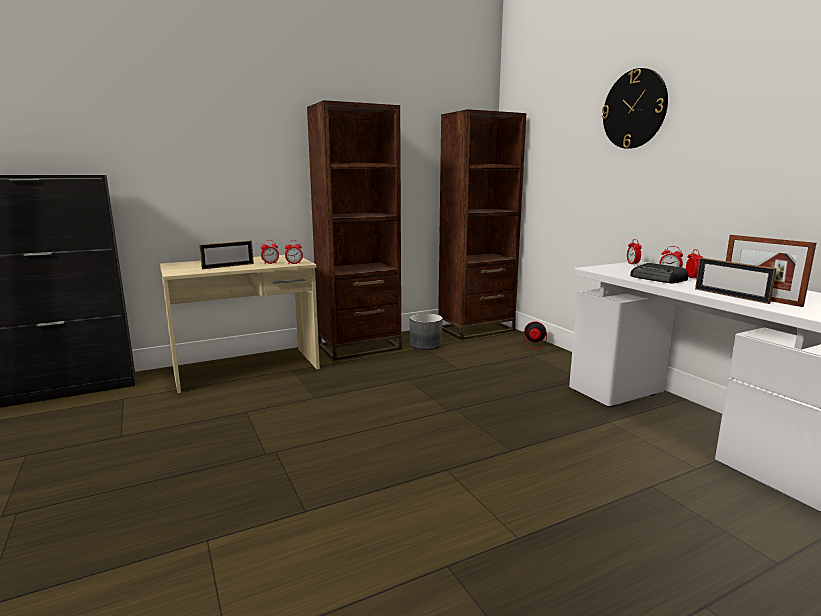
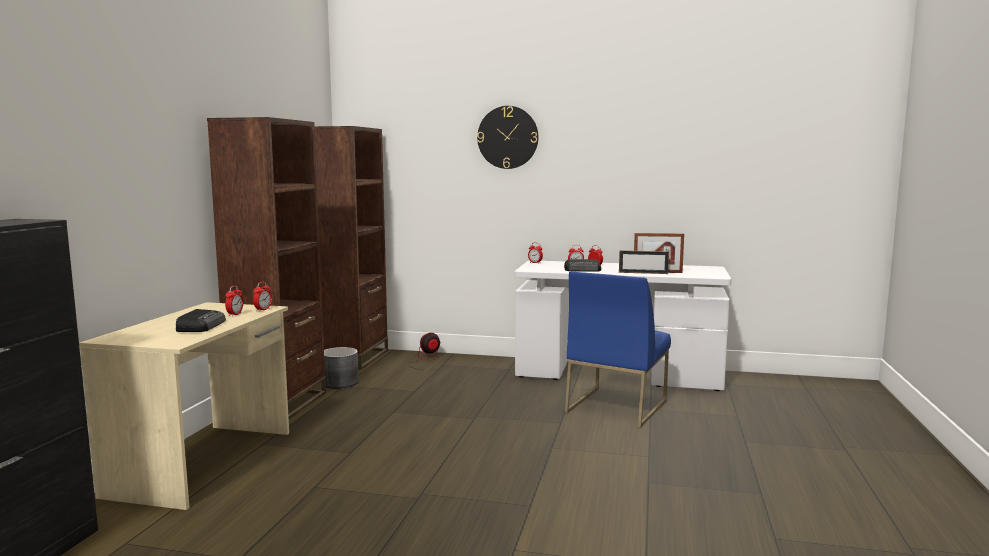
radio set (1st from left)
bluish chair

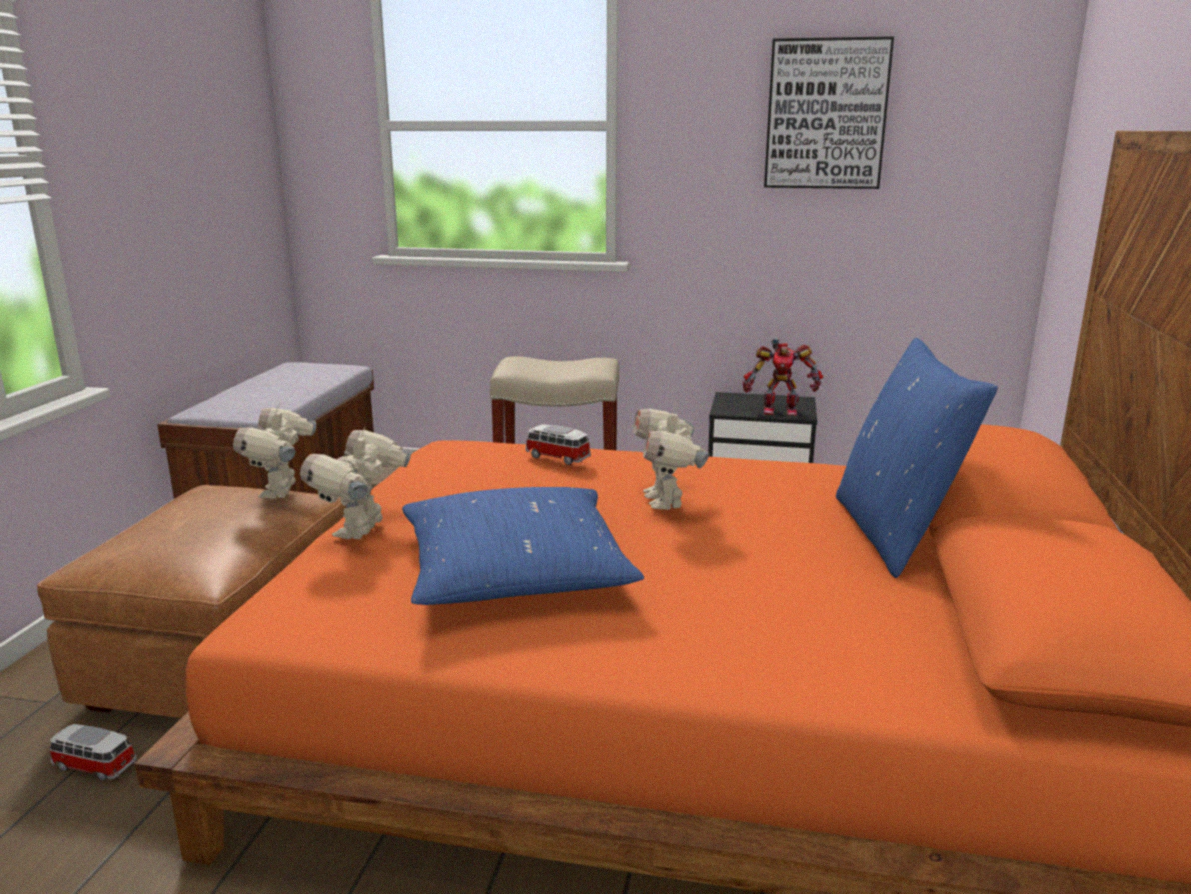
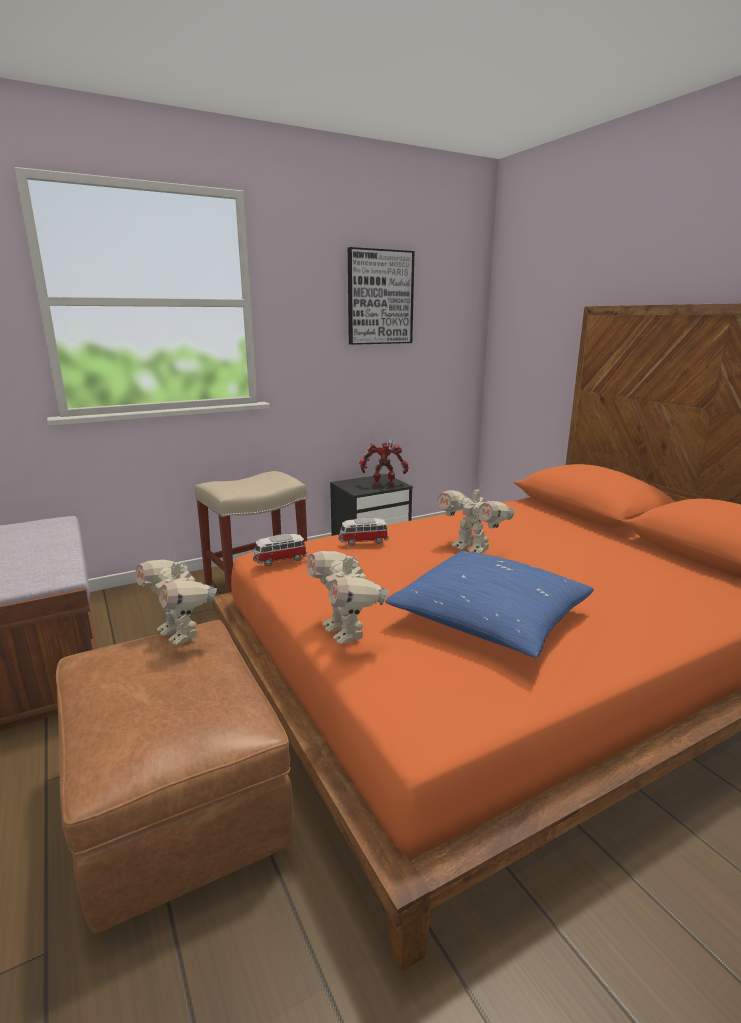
model car (1st from left)
model robot (3rd from left)
bluish pillow (2nd from left in the first image)

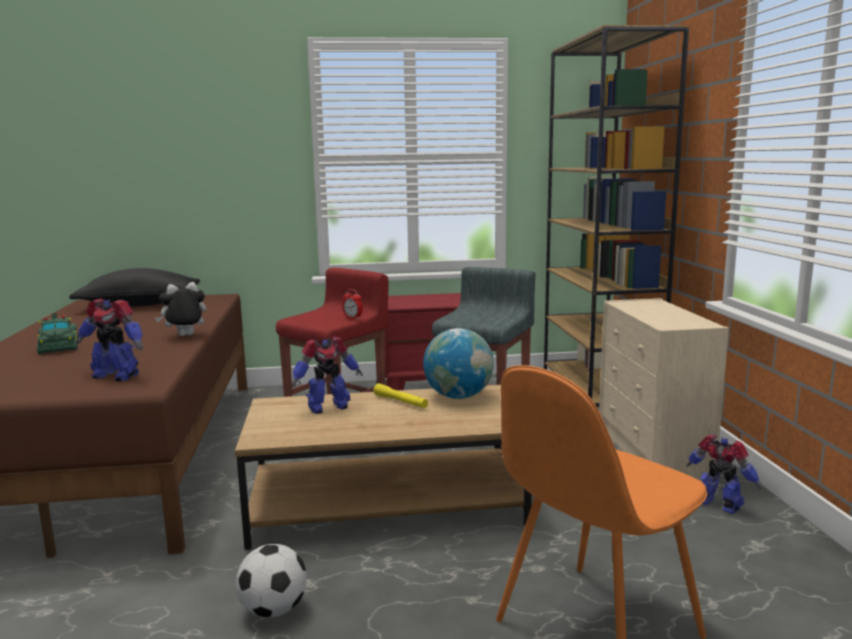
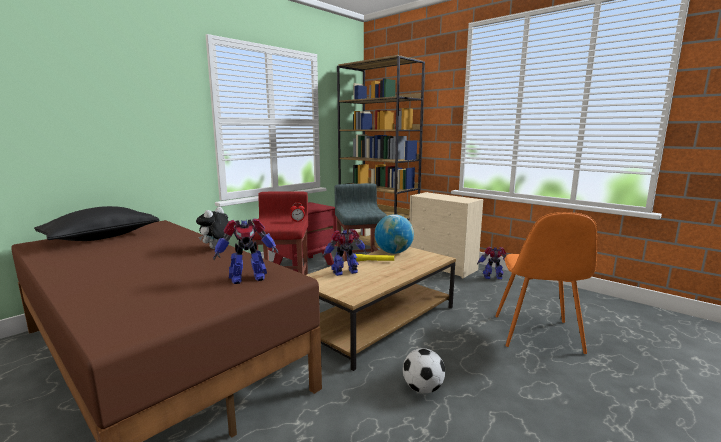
model robot (2nd from left)
green model car

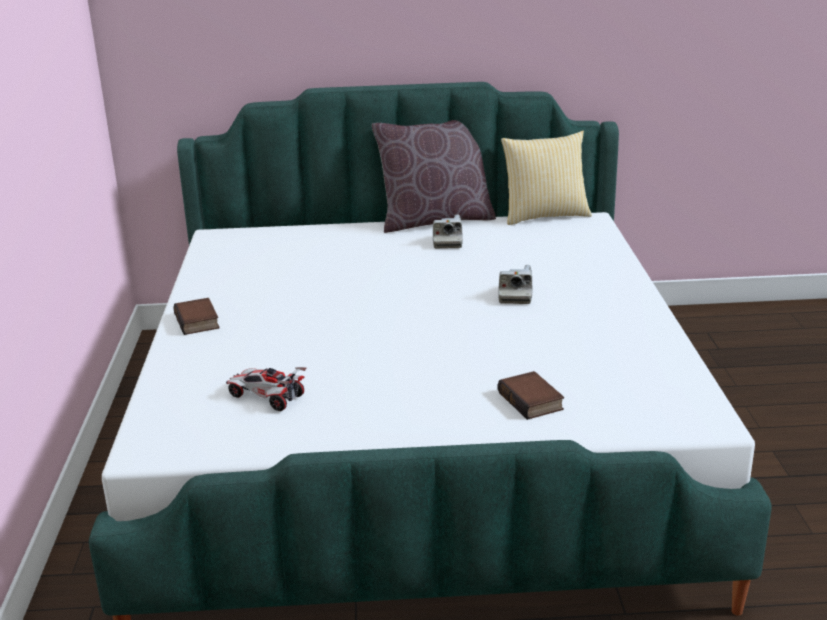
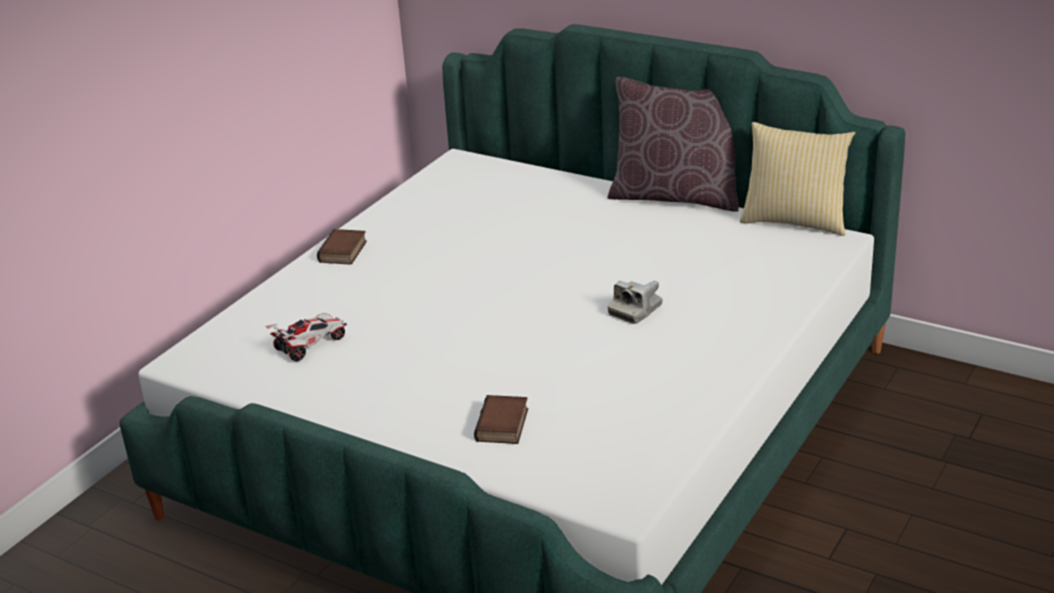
model car
photo camera (1st from left in the first image)

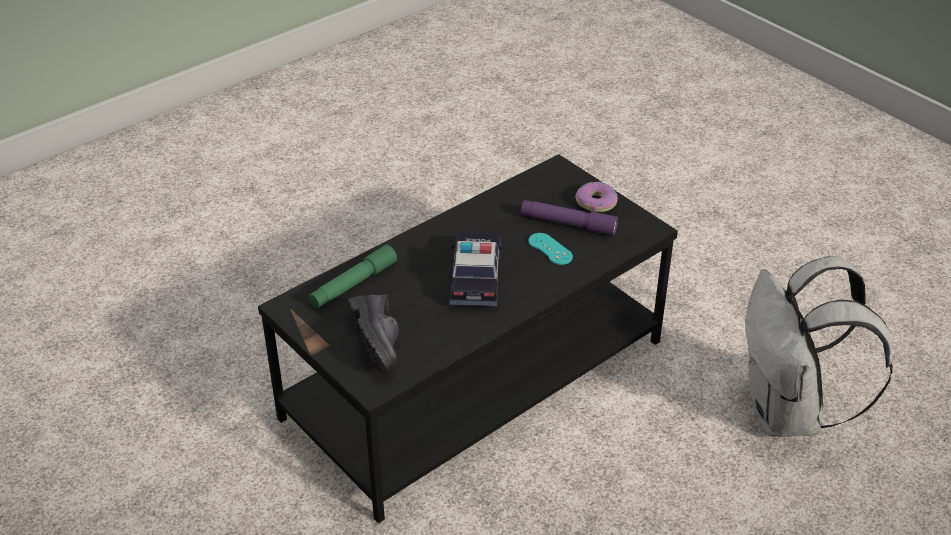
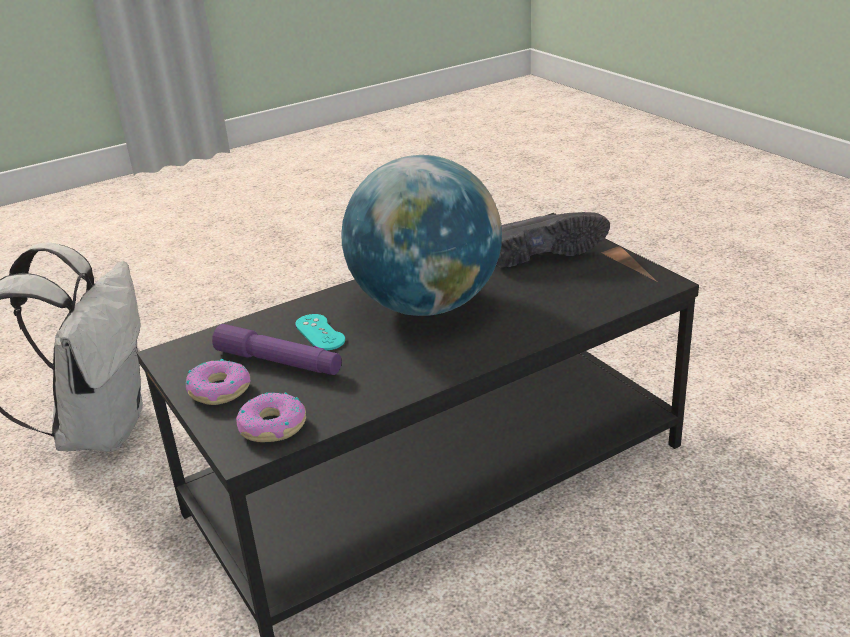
doughnut (2nd from left)
globe
black-coloured low shoe
green flashlight

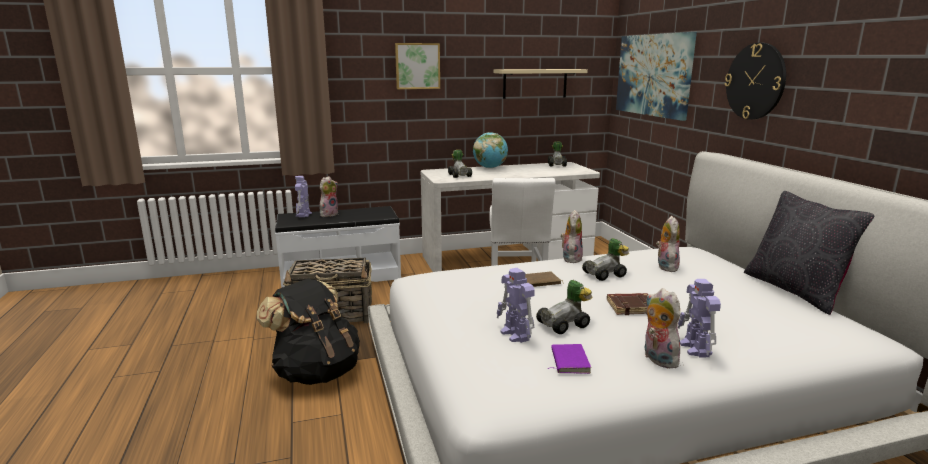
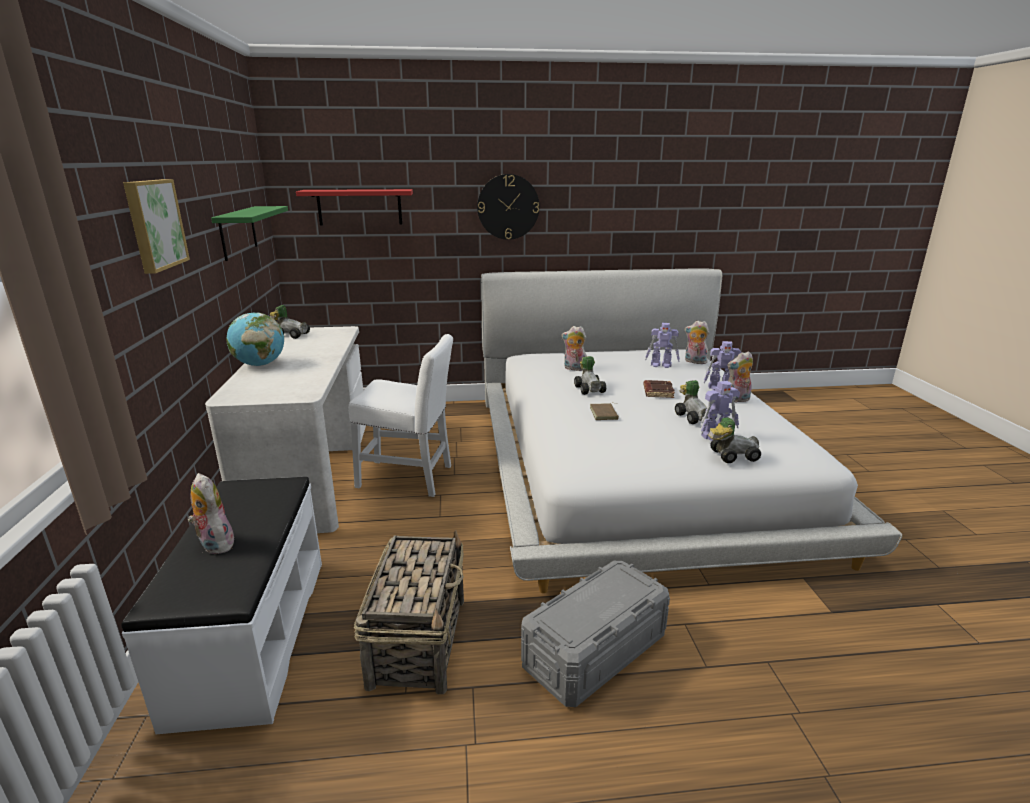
green shelf
red shelf
greyish storage box
model robot (1st from left)
soft toy (3rd from left)
model car (4th from left)
purple-coloured volume
black-coloured pillow

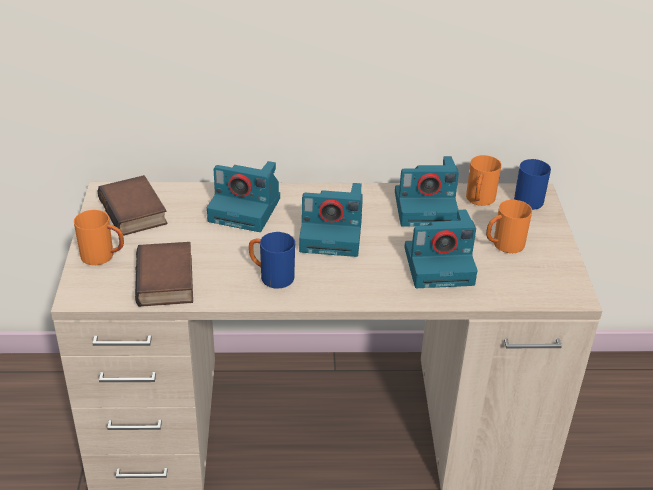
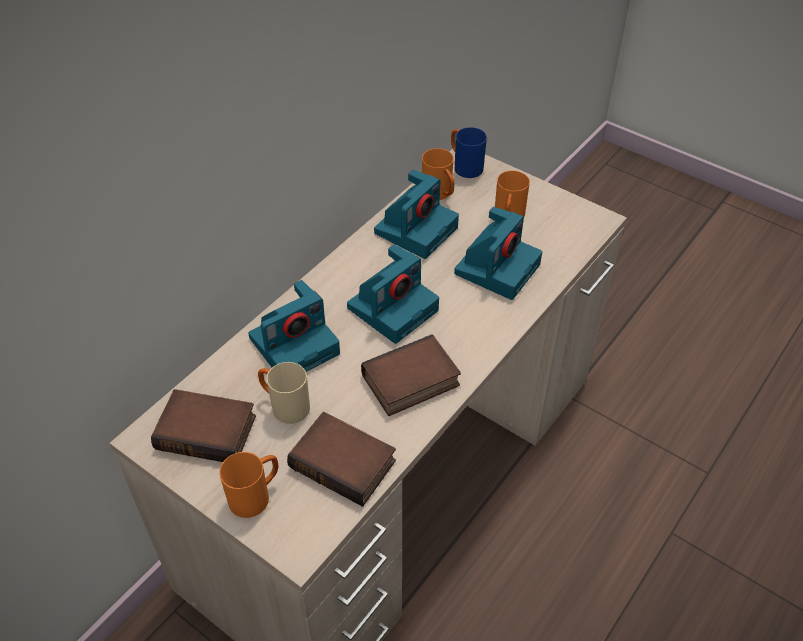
beige coffee mug
volume (3rd from left)

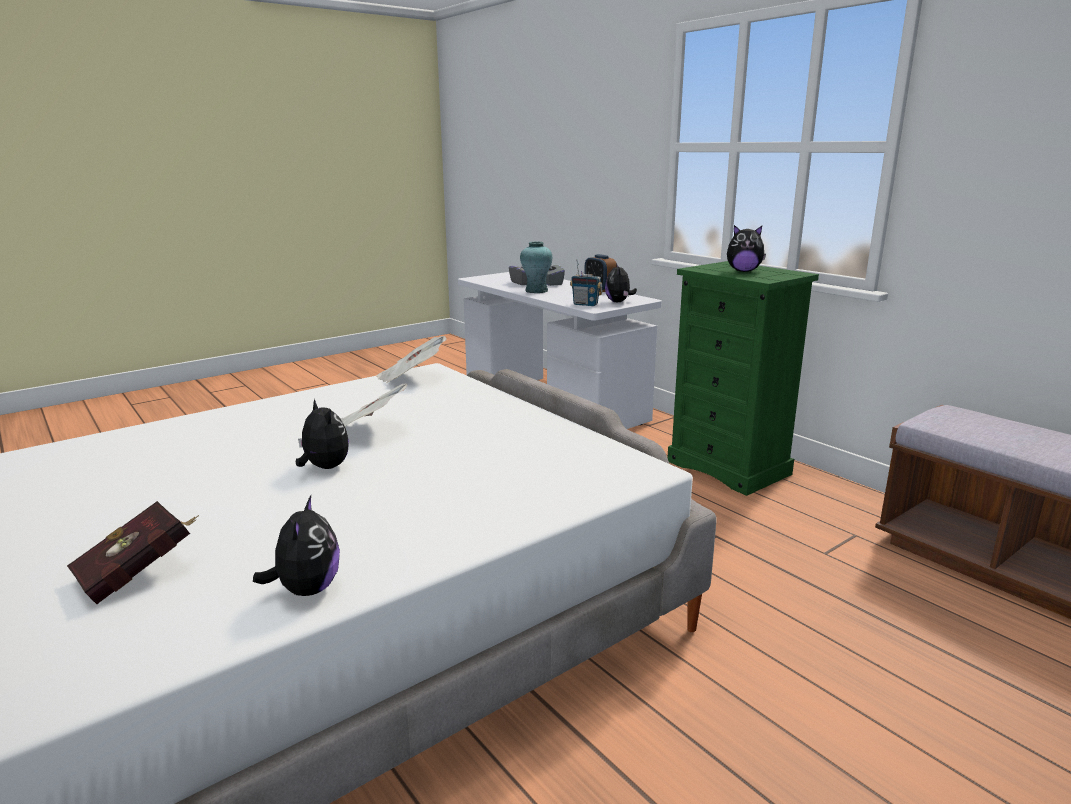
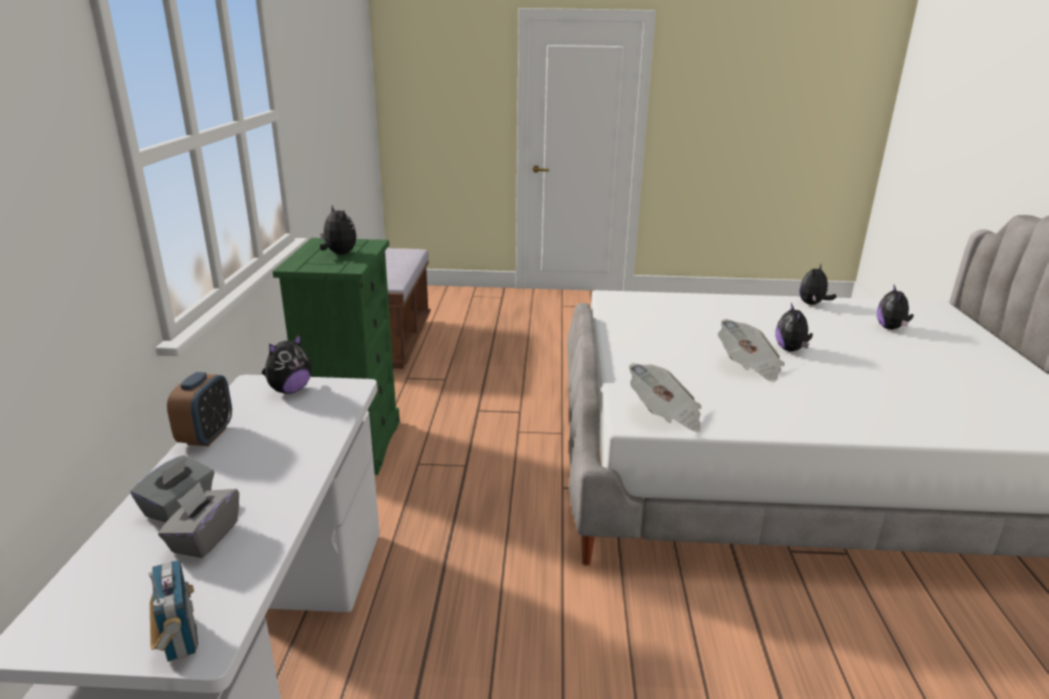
radio set
soft toy (5th from left)
turquoise flower vase

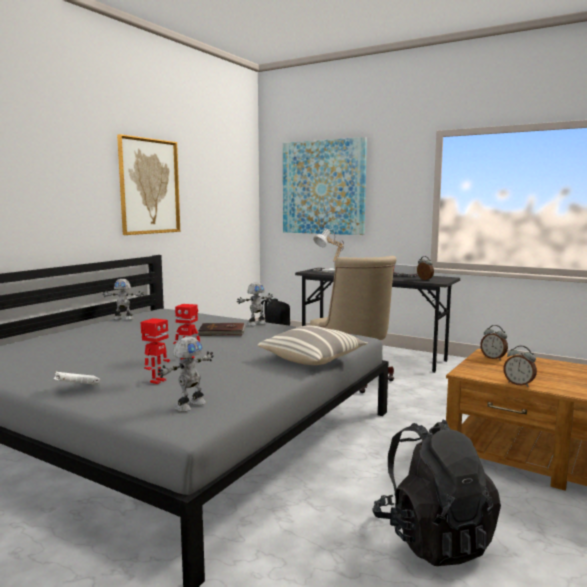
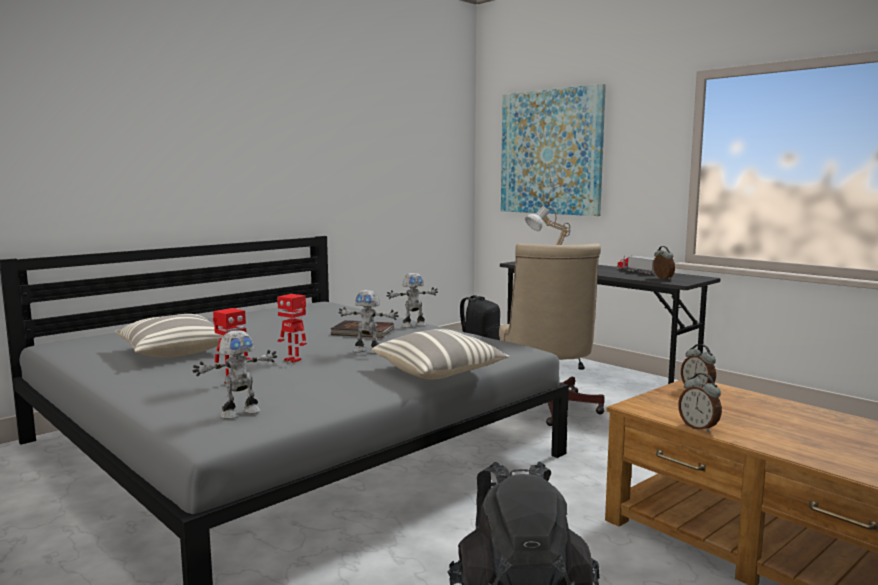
pillow (1st from left)
model robot (4th from left)
white volume
wall art (1st from left in the first image)

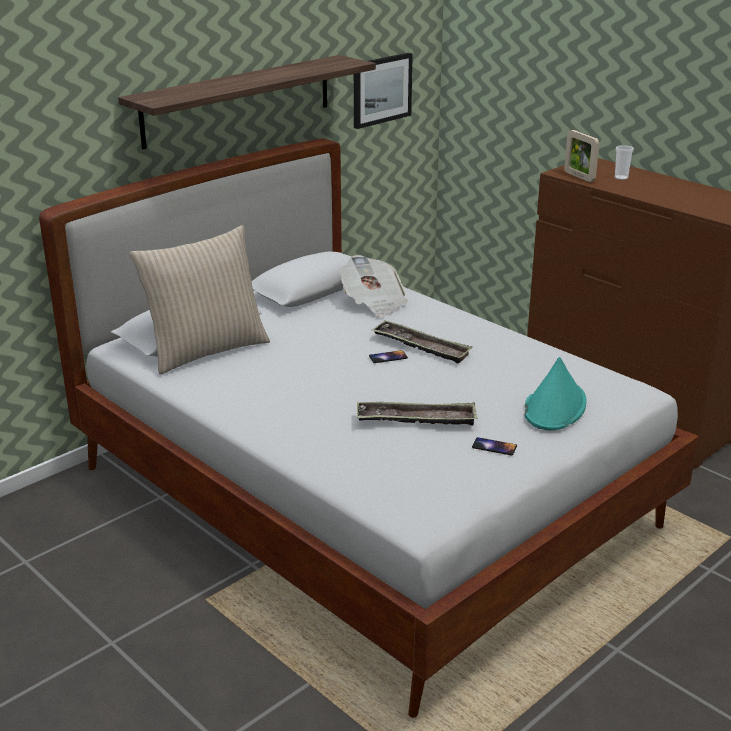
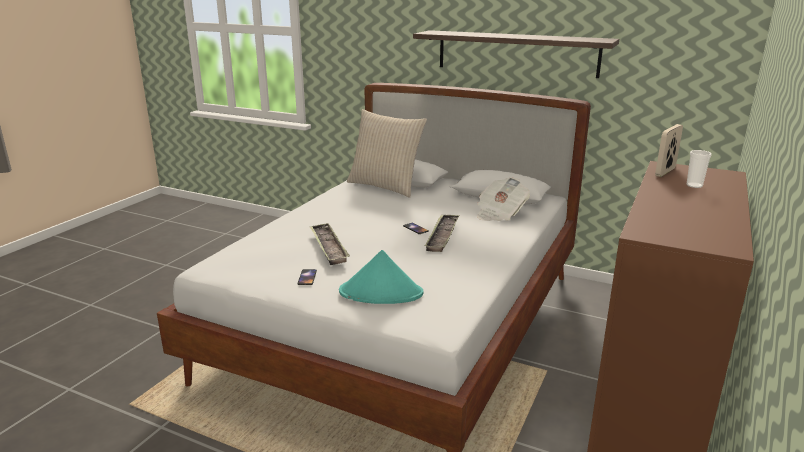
wall art

